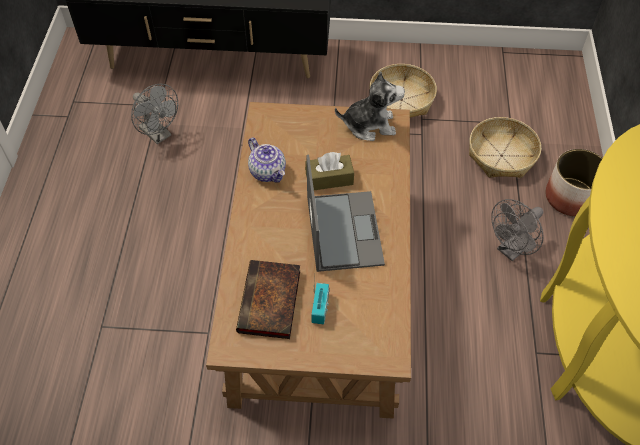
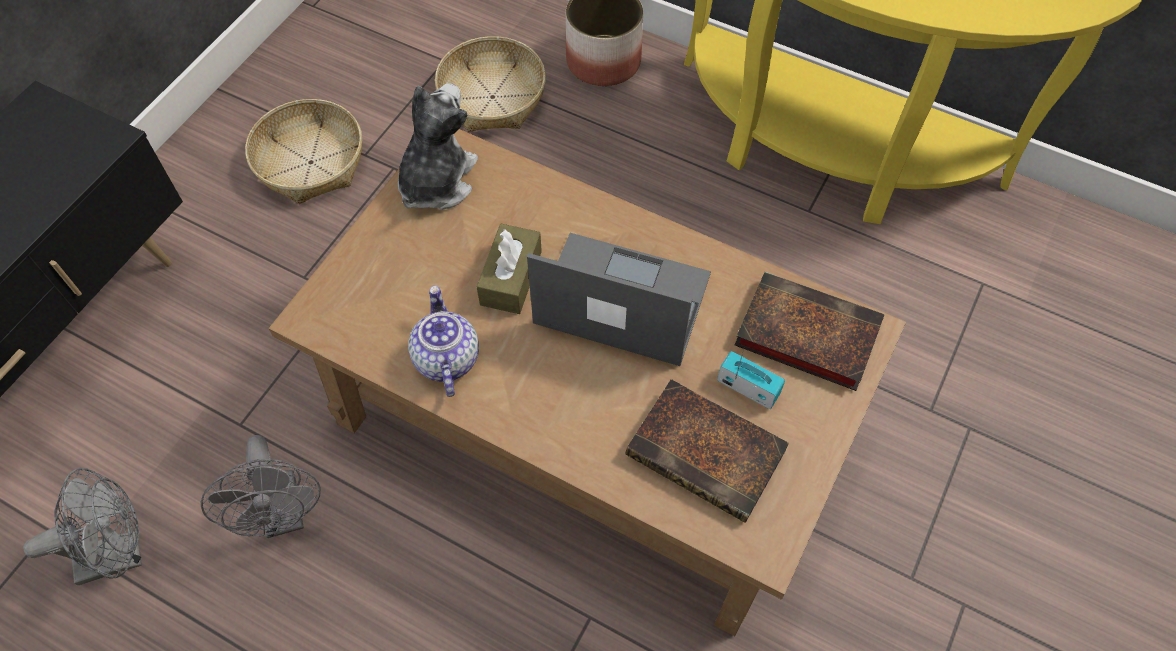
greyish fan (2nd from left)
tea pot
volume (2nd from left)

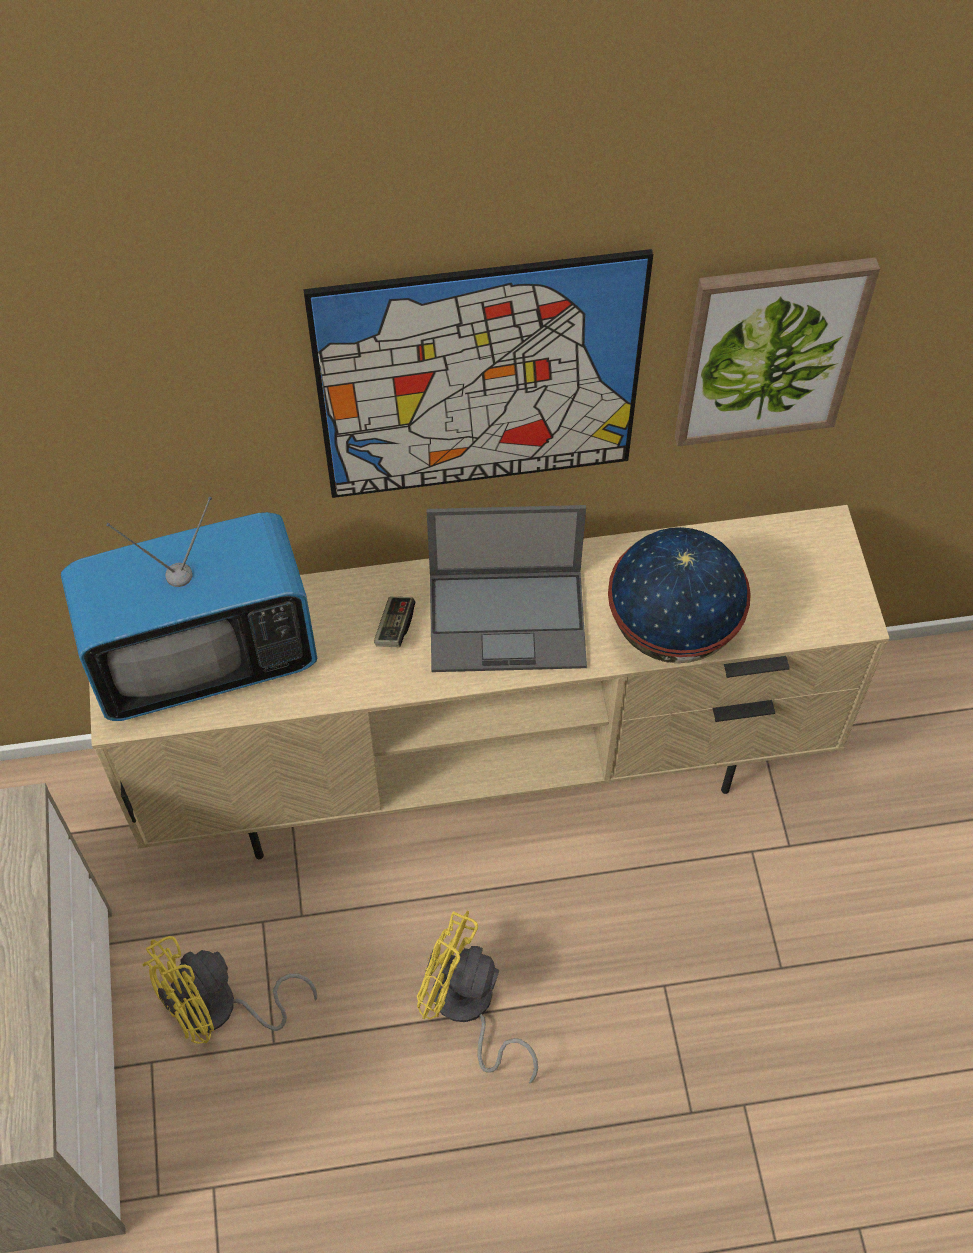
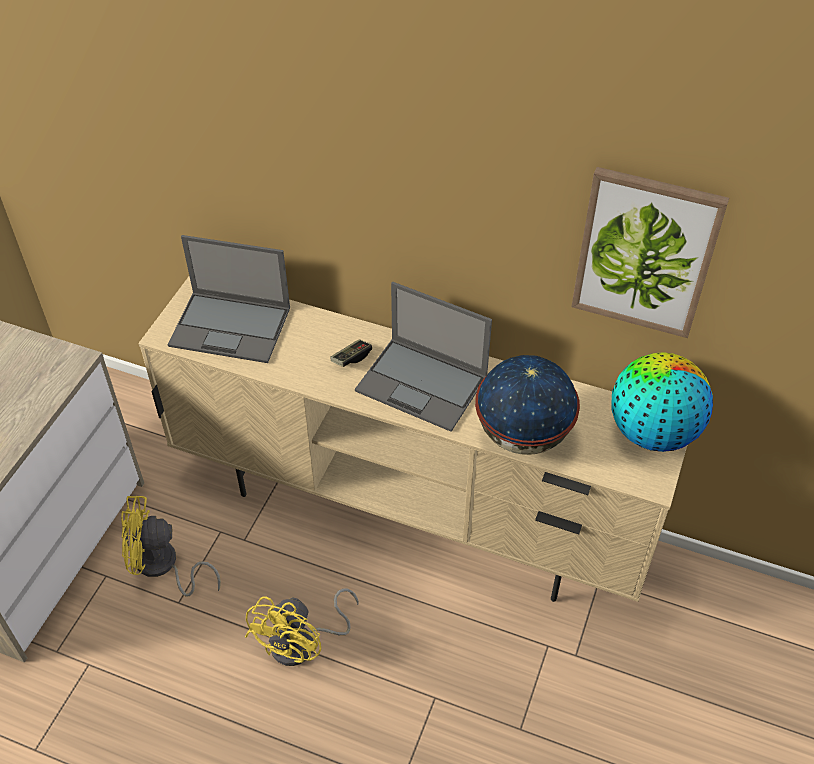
notebook computer (1st from left)
yellowish fan (2nd from left)
globe (2nd from left)
wall art (1st from left in the first image)

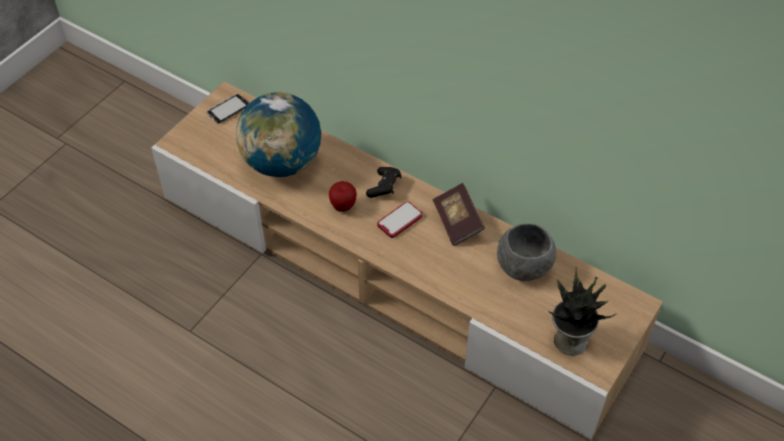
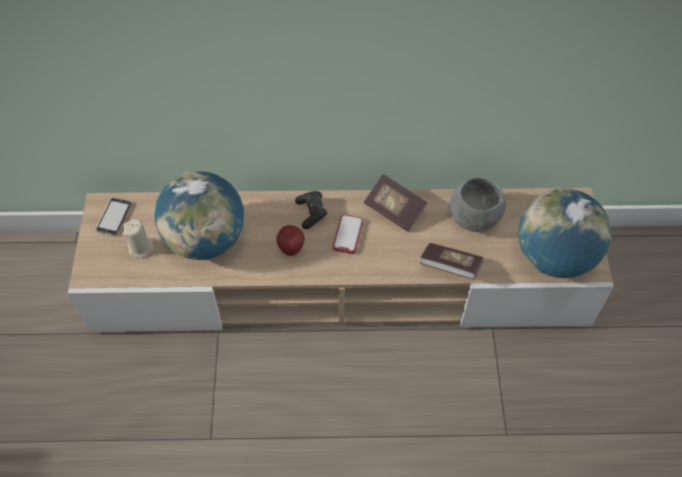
beige wax candle
volume (2nd from left)
globe (2nd from left)

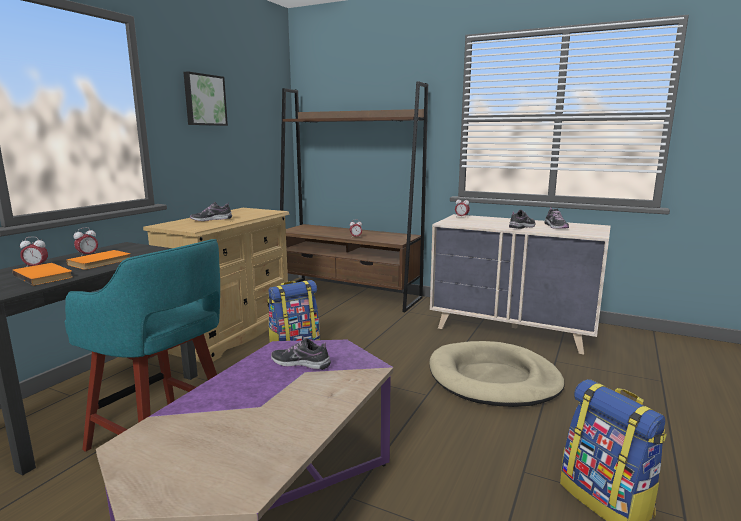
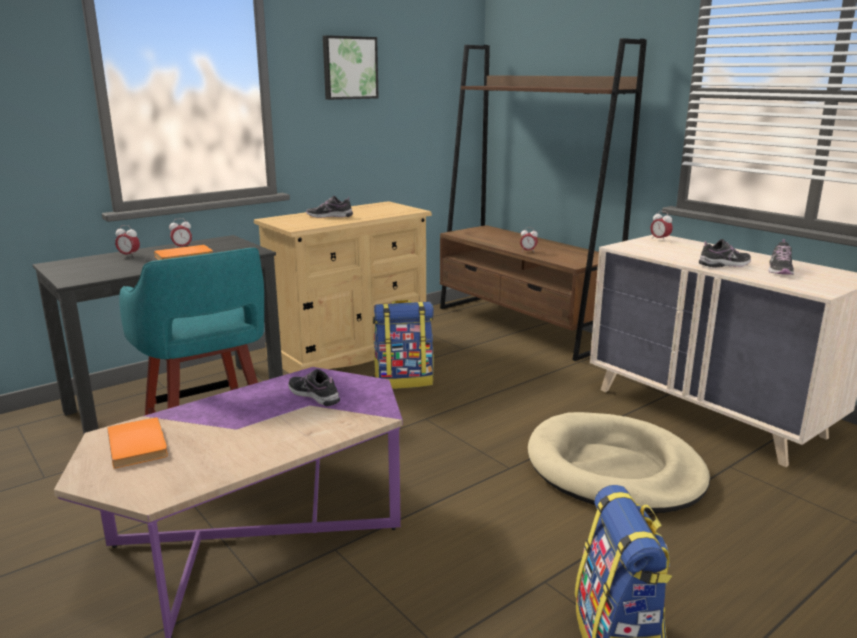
orange-coloured volume (1st from left)

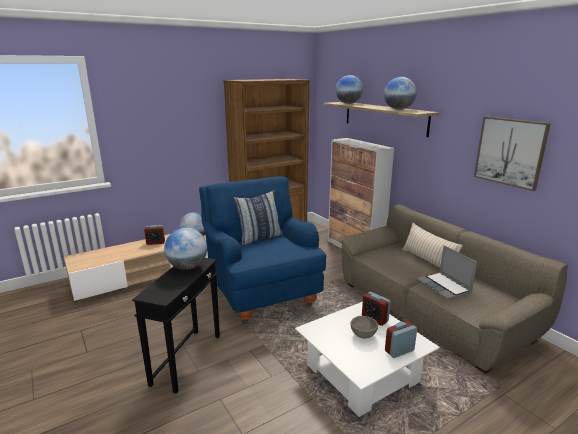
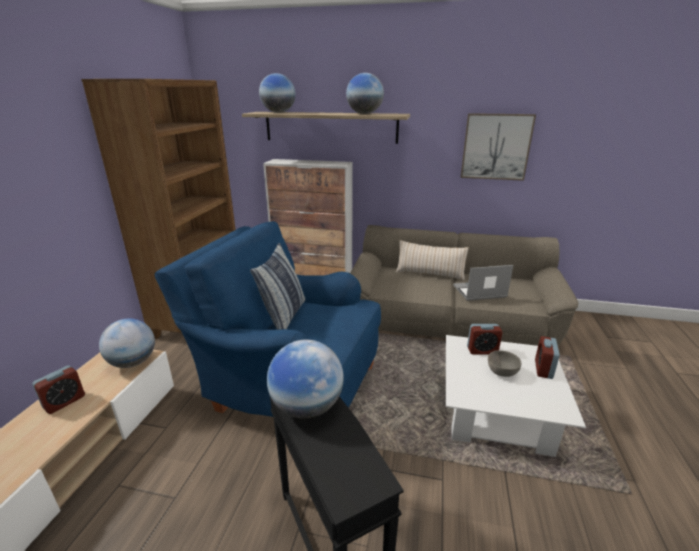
notebook computer

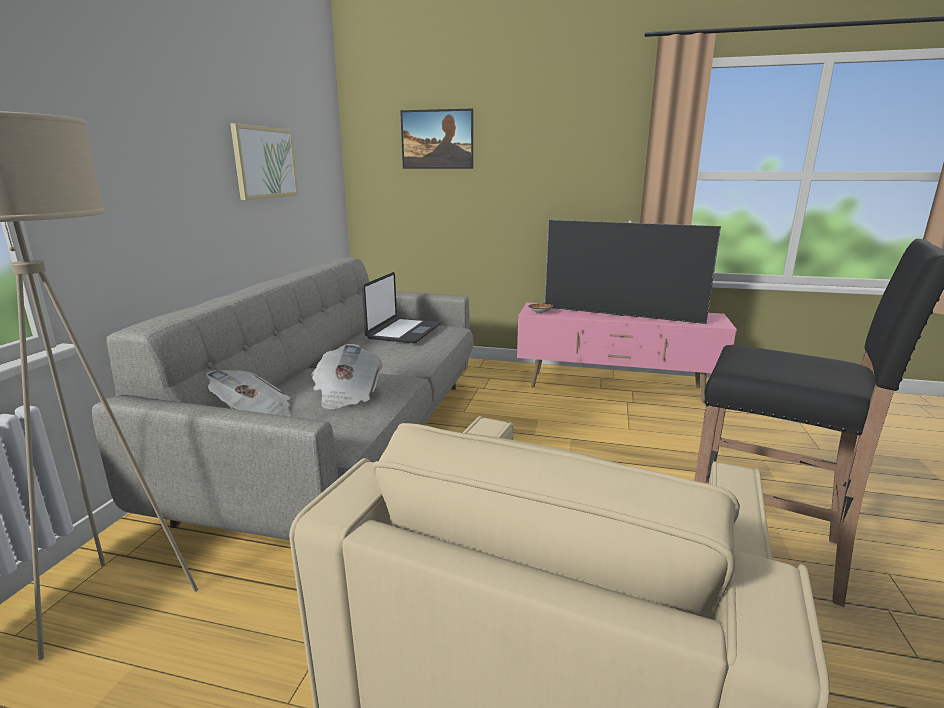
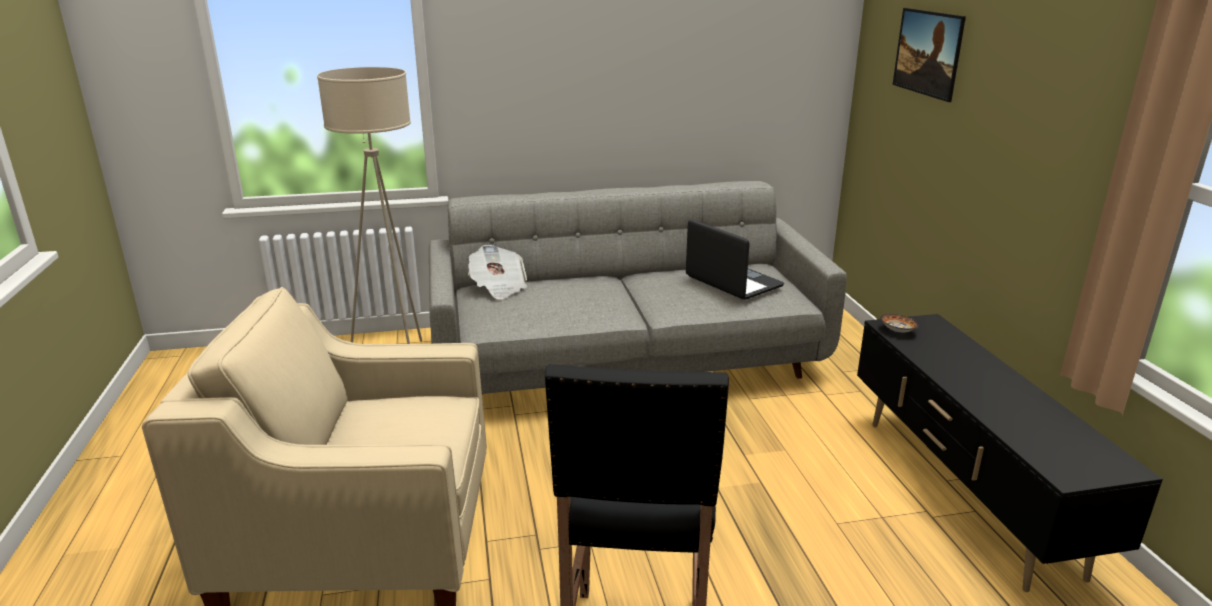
notebook computer
black-coloured tv stand
wall art (1st from left in the first image)
daily paper (2nd from left in the first image)
television

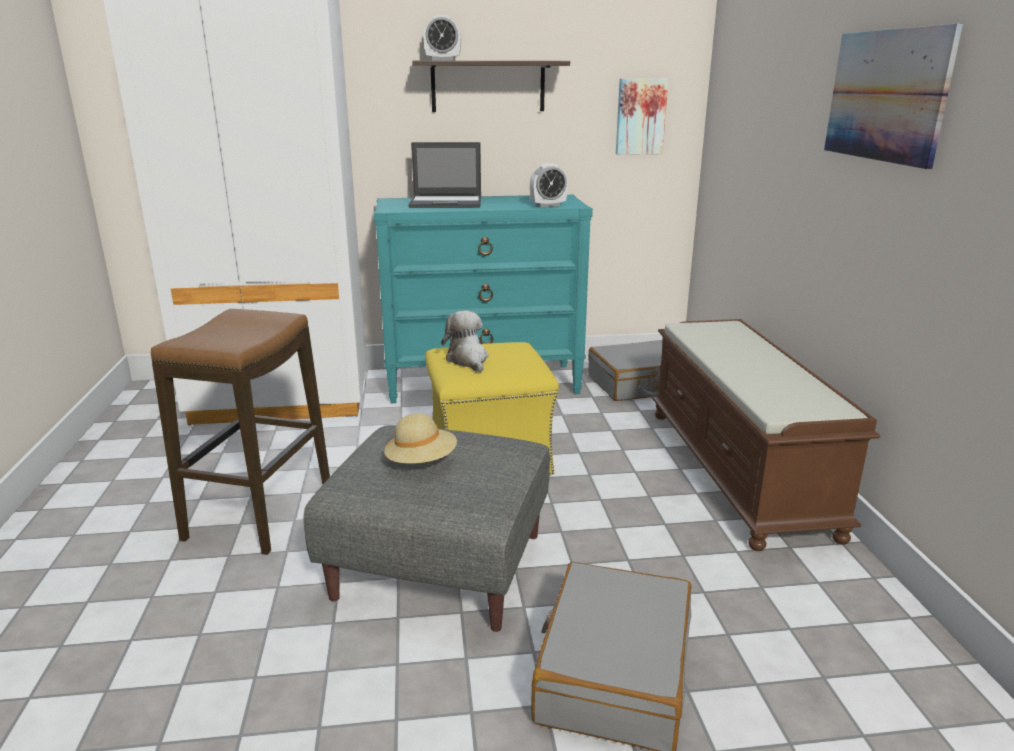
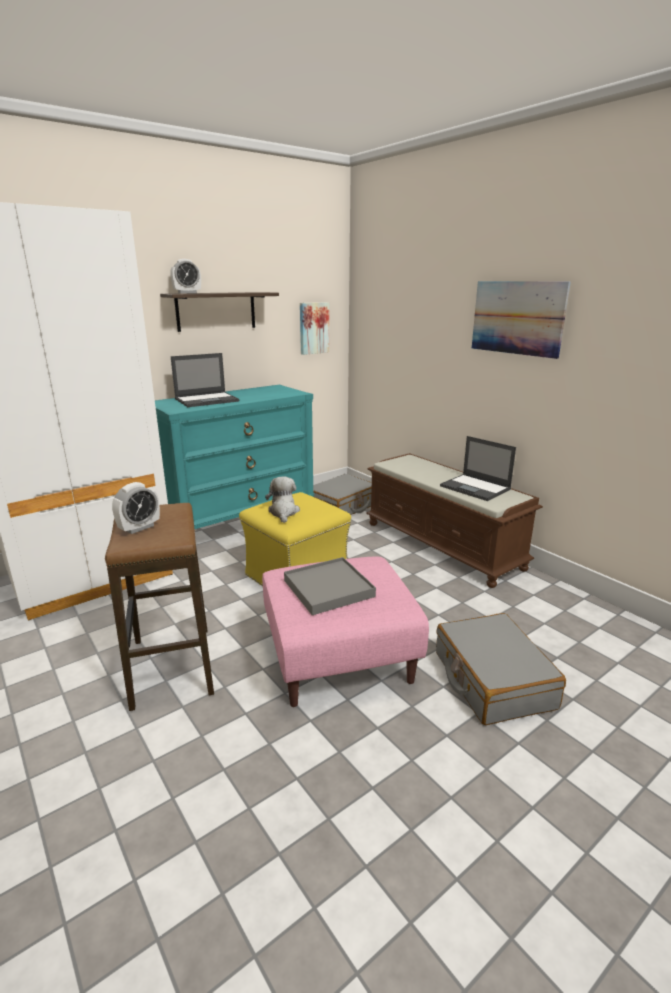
bedside clock (1st from left)
pink-coloured ottoman
soft toy
greyish tray
notebook computer (2nd from left)

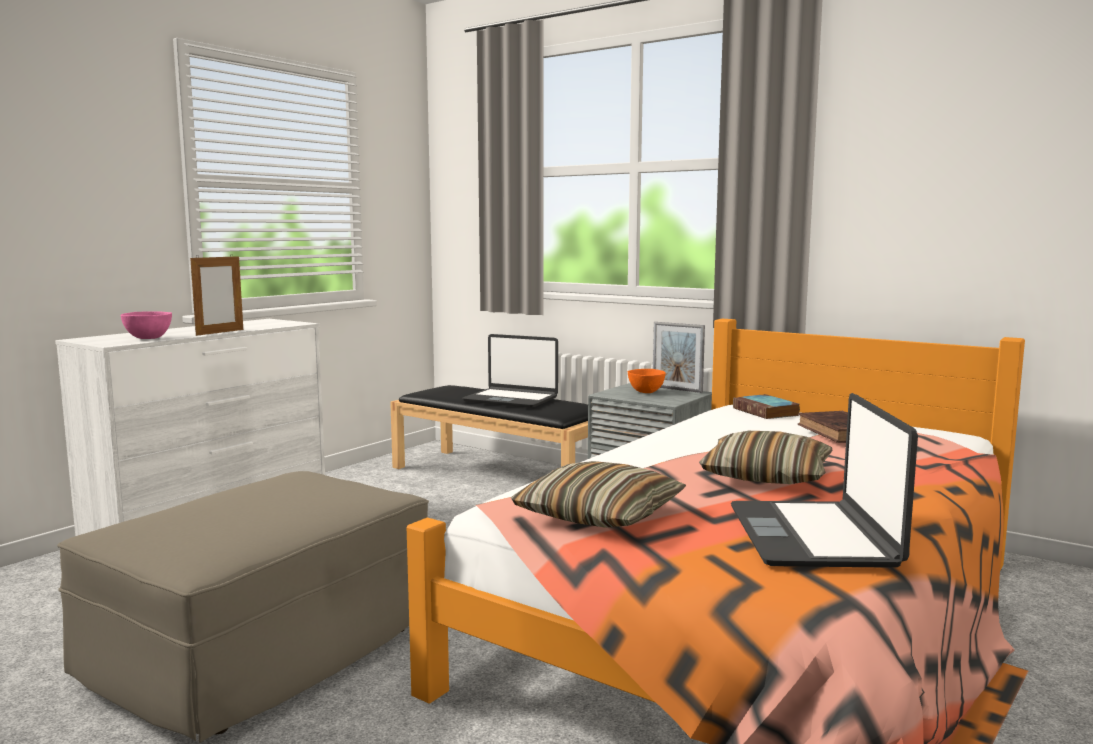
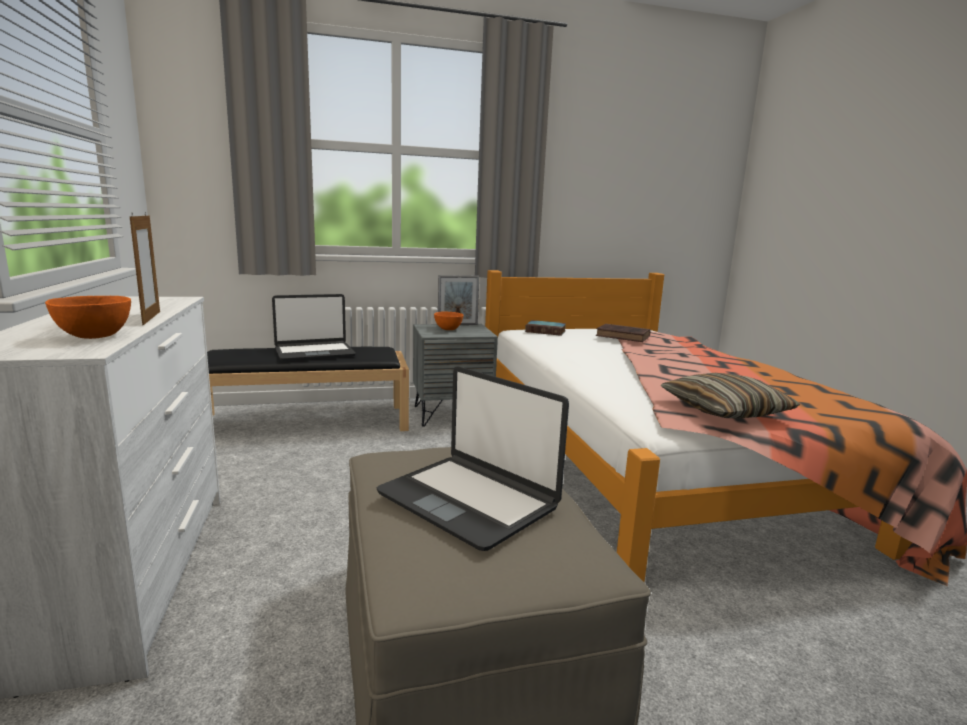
orange-coloured serving bowl (1st from left)
notebook computer (2nd from left)
pillow (2nd from left in the first image)

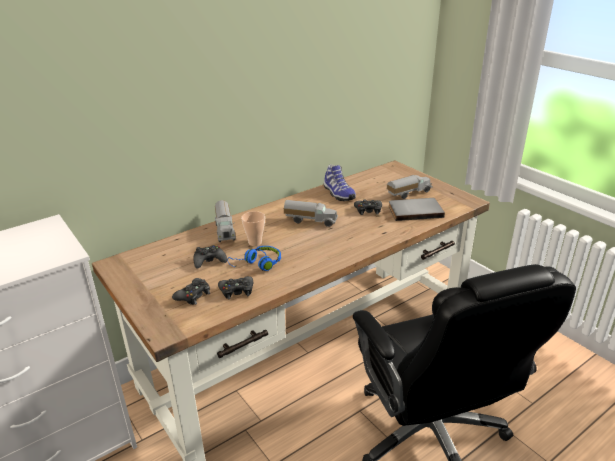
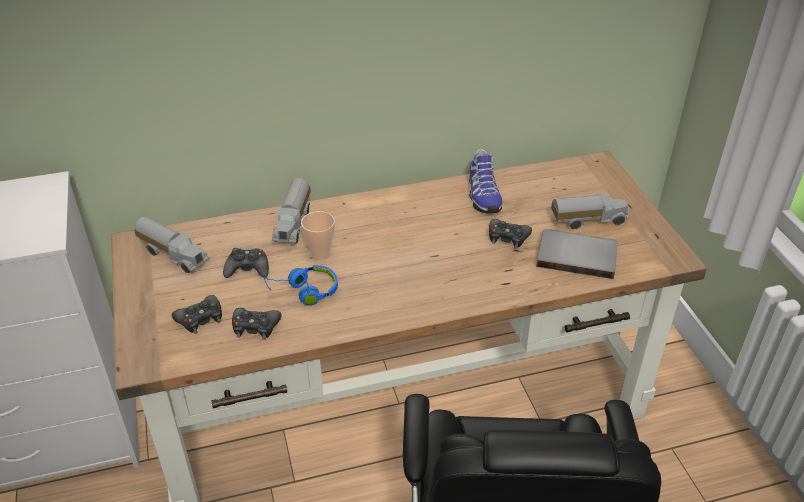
toy truck (1st from left)

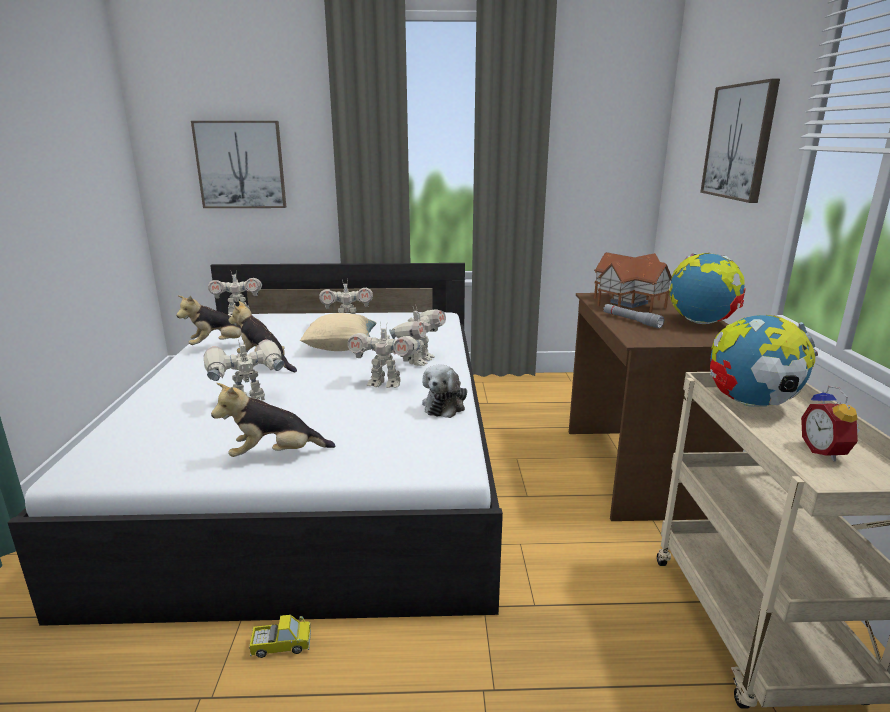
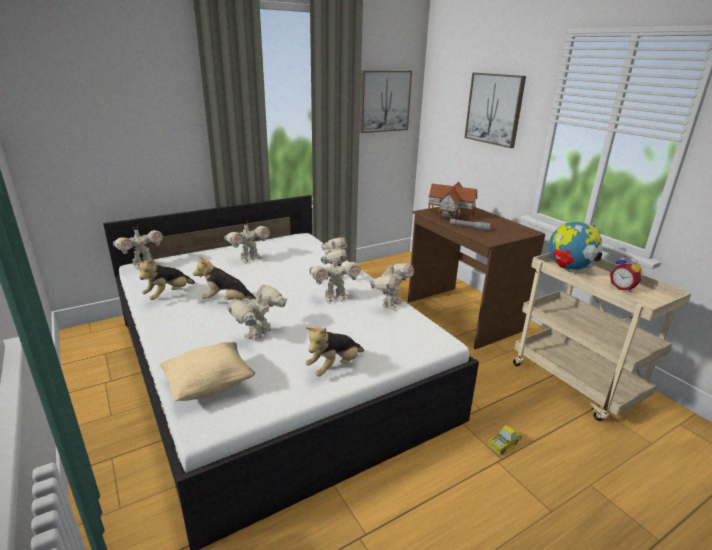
beige pillow
wall art (1st from left)
model robot (6th from left)
toy truck
globe (1st from left in the first image)

